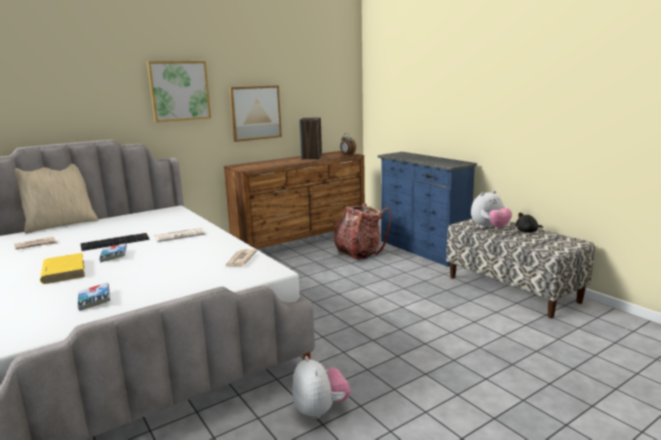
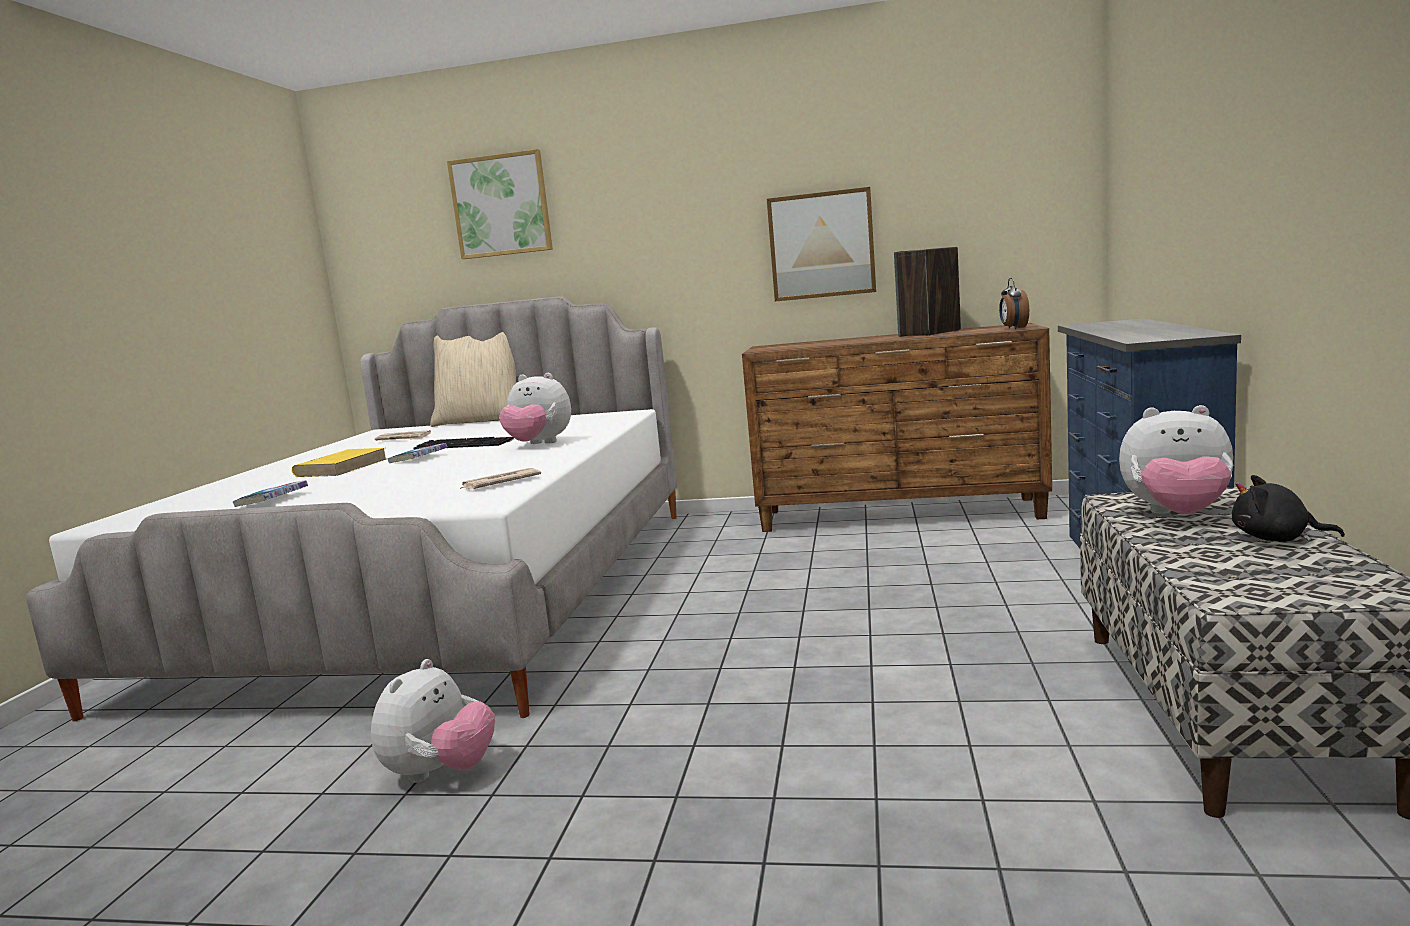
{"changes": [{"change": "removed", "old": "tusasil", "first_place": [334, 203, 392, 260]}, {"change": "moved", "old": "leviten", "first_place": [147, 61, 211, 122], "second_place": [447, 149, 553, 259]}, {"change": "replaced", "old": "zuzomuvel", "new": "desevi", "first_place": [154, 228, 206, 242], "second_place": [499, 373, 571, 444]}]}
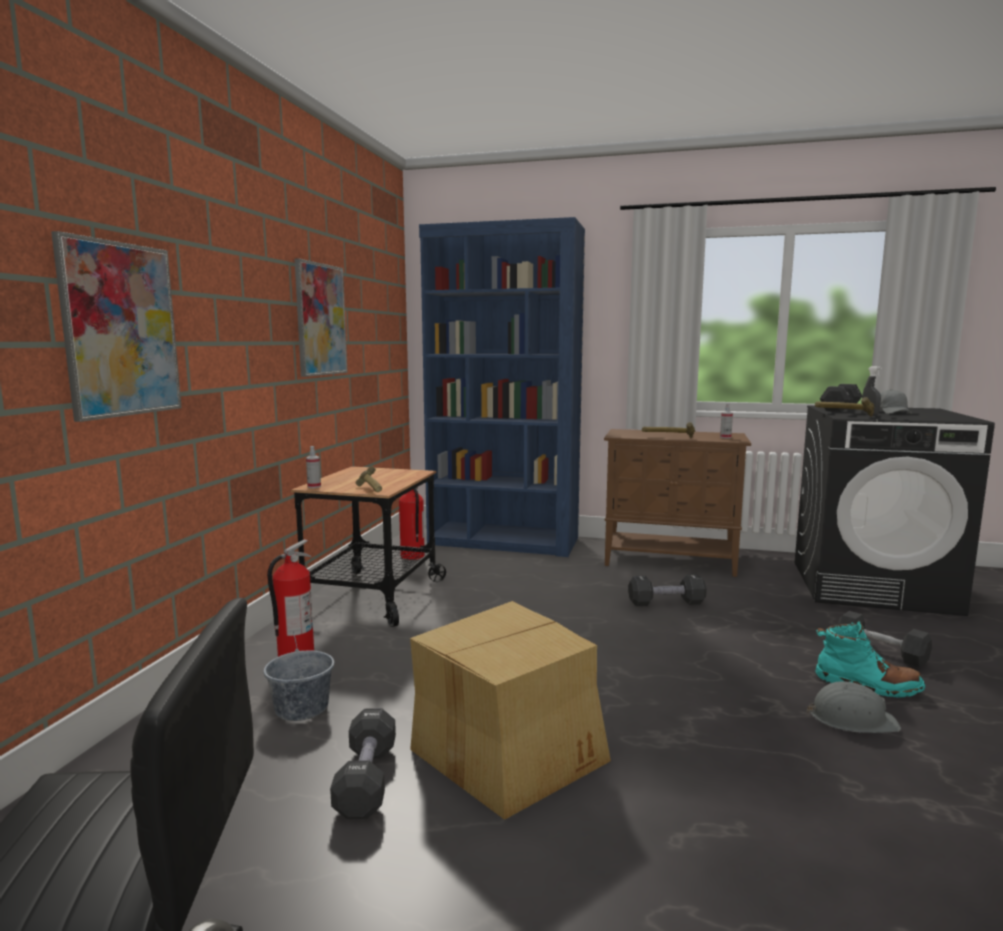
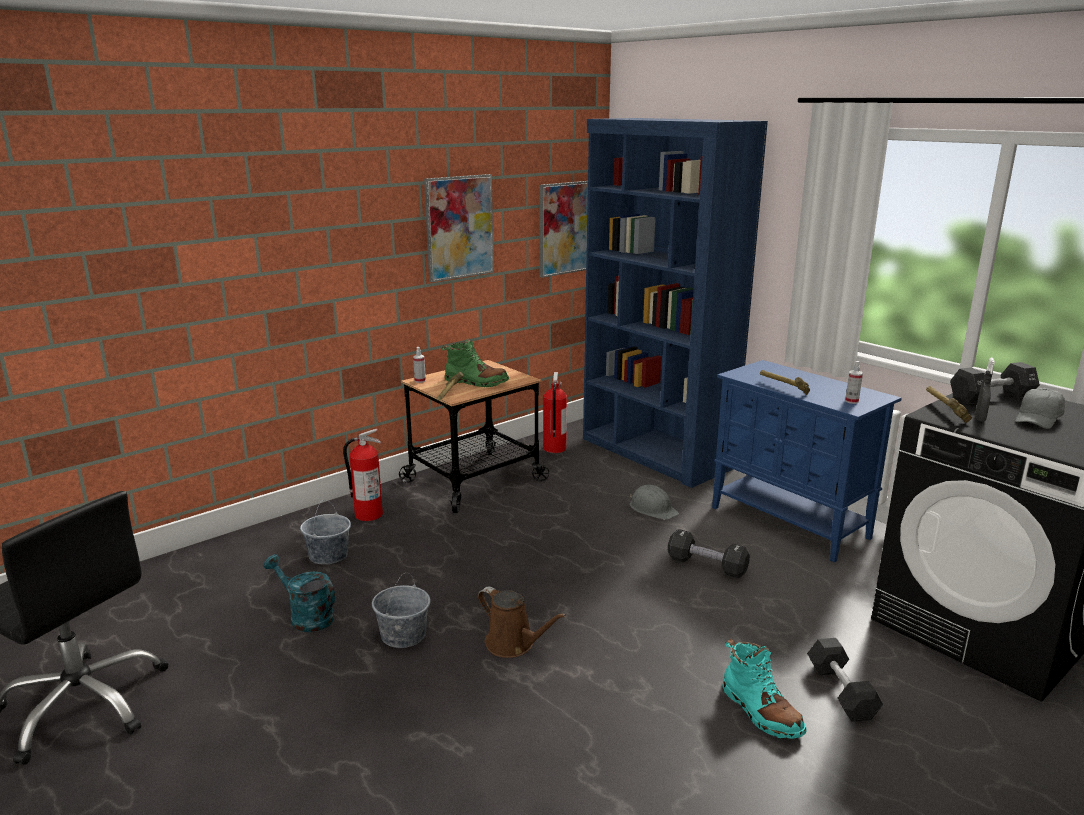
{"changes": [{"change": "added", "new": "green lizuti", "second_place": [441, 339, 509, 387]}, {"change": "added", "new": "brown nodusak", "second_place": [478, 587, 566, 658]}, {"change": "moved", "old": "leviten", "first_place": [51, 231, 182, 422], "second_place": [540, 181, 588, 278]}, {"change": "moved", "old": "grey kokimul", "first_place": [807, 681, 901, 733], "second_place": [630, 485, 679, 520]}, {"change": "replaced", "old": "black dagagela", "new": "turquoise nodusak", "first_place": [330, 708, 396, 819], "second_place": [263, 554, 335, 632]}, {"change": "replaced", "old": "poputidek", "new": "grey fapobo", "first_place": [410, 601, 611, 820], "second_place": [372, 573, 431, 648]}, {"change": "recoloured", "old": "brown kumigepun", "new": "blue kumigepun", "first_place": [604, 429, 751, 577], "second_place": [712, 360, 902, 562]}]}
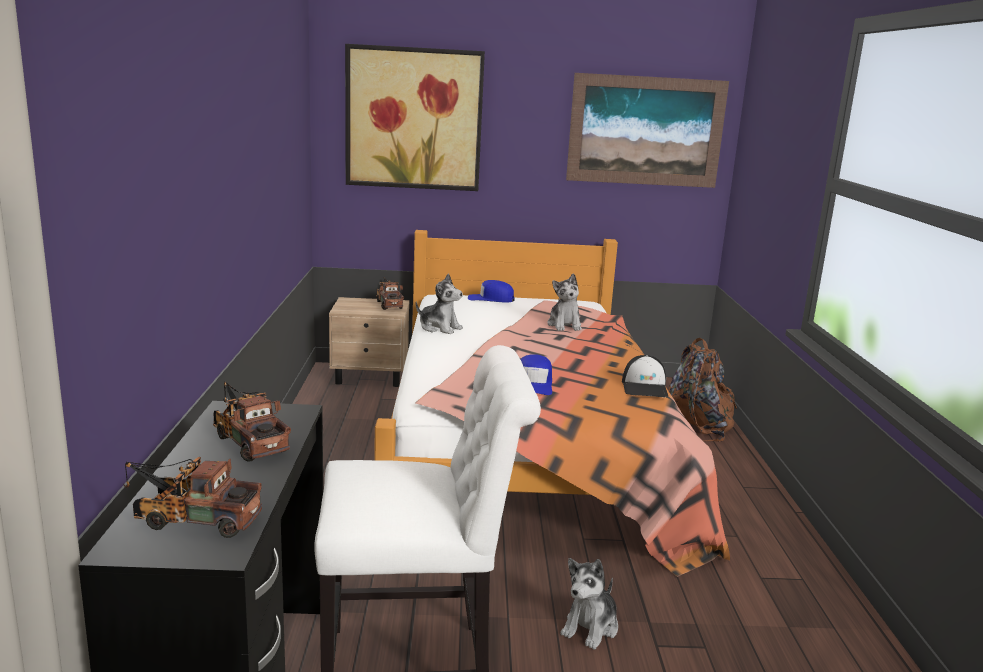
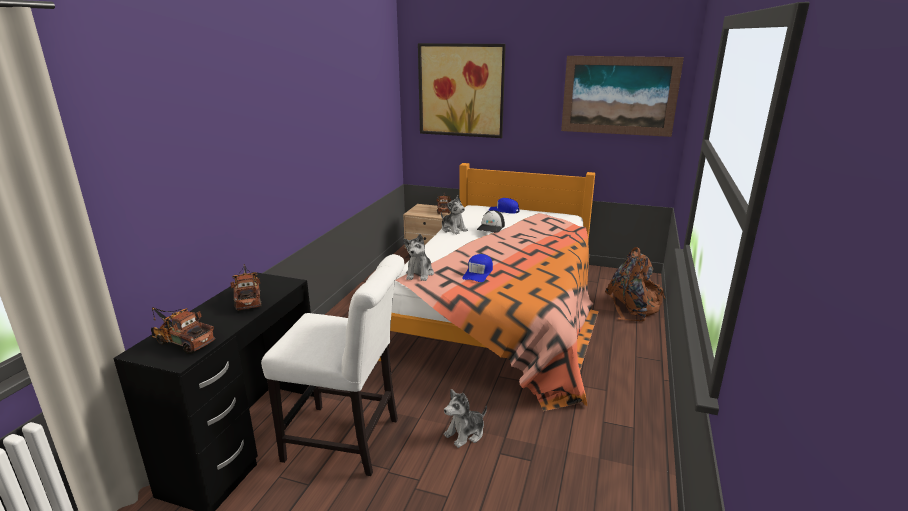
{"changes": [{"change": "moved", "old": "desevi", "first_place": [547, 273, 582, 331], "second_place": [403, 234, 434, 281]}, {"change": "moved", "old": "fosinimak", "first_place": [622, 355, 668, 397], "second_place": [477, 210, 505, 232]}]}
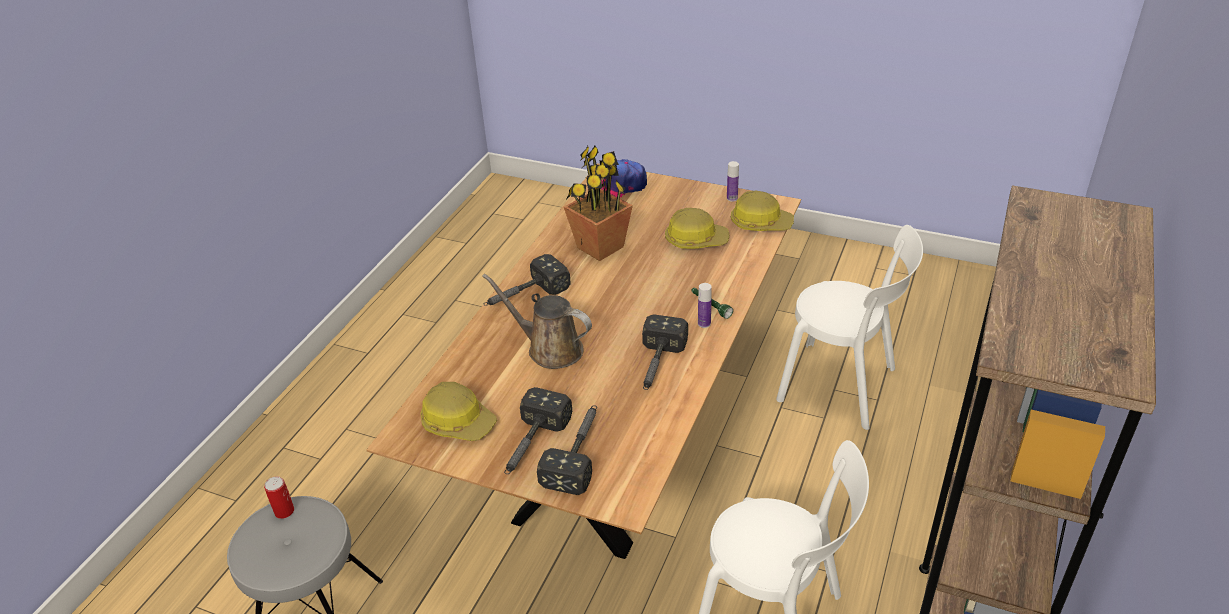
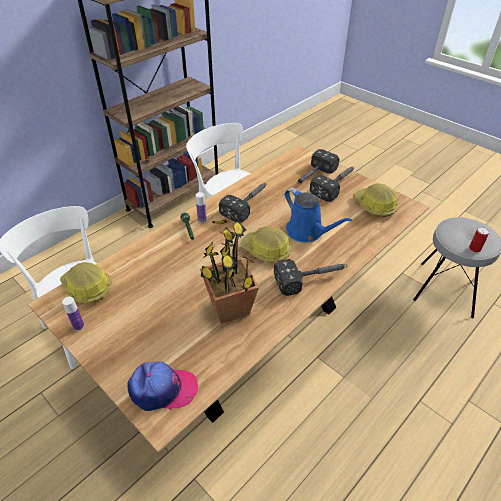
{"changes": [{"change": "moved", "old": "kokimul", "first_place": [665, 208, 729, 249], "second_place": [240, 226, 291, 262]}, {"change": "recoloured", "old": "brown nodusak", "new": "blue nodusak", "first_place": [482, 274, 592, 369], "second_place": [285, 188, 352, 243]}]}
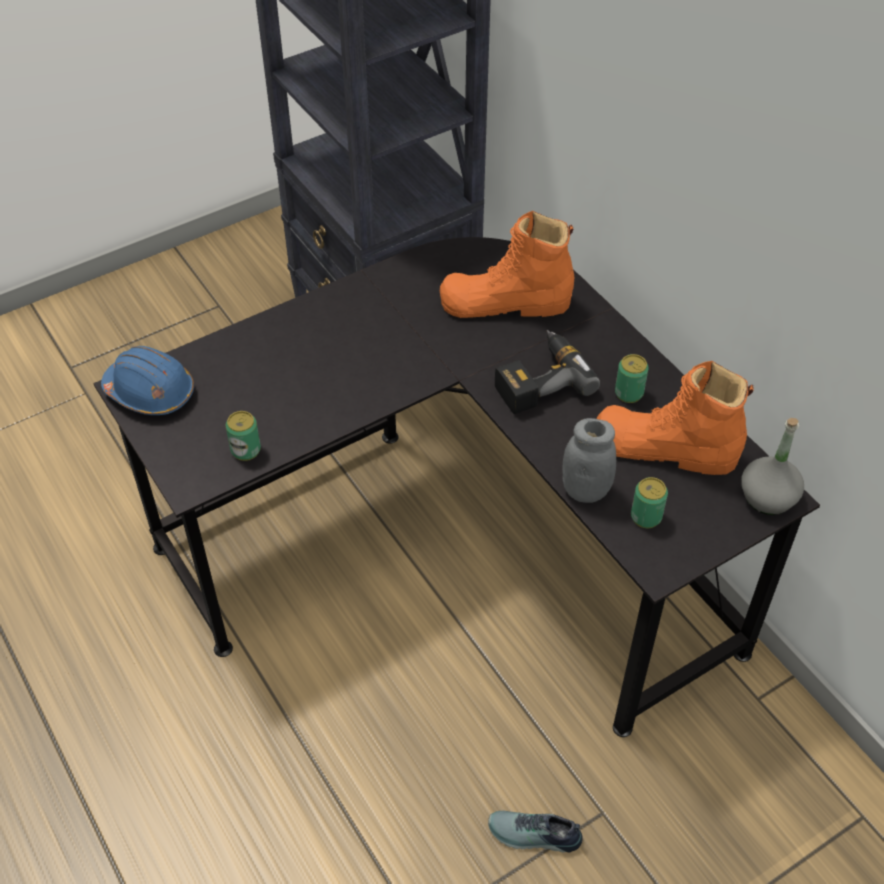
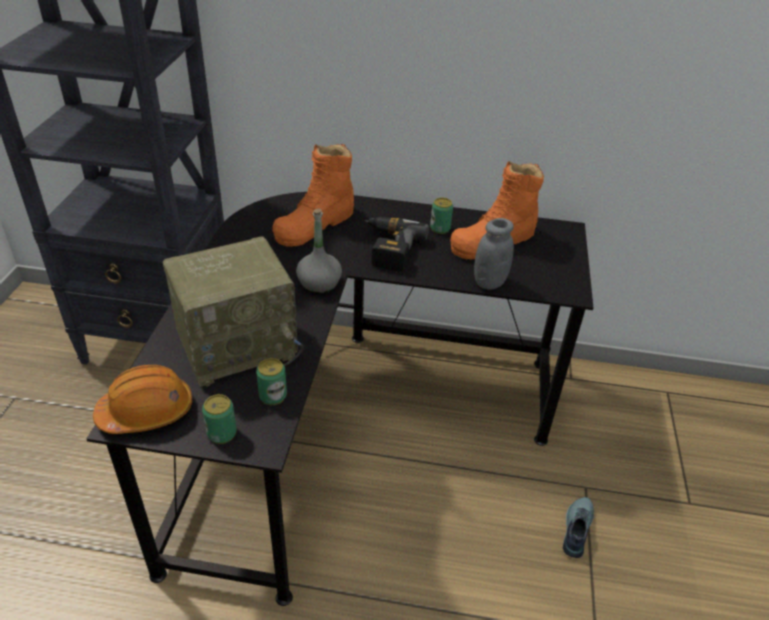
{"changes": [{"change": "added", "new": "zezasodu", "second_place": [163, 237, 304, 387]}, {"change": "moved", "old": "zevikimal", "first_place": [631, 477, 668, 528], "second_place": [202, 394, 237, 444]}, {"change": "moved", "old": "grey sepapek", "first_place": [741, 418, 804, 515], "second_place": [296, 209, 342, 294]}, {"change": "recoloured", "old": "blue kokimul", "new": "orange kokimul", "first_place": [101, 346, 194, 415], "second_place": [93, 365, 192, 434]}, {"change": "turned", "old": "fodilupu", "first_place": [488, 811, 583, 852], "second_place": [563, 497, 594, 558], "degrees": 150}]}
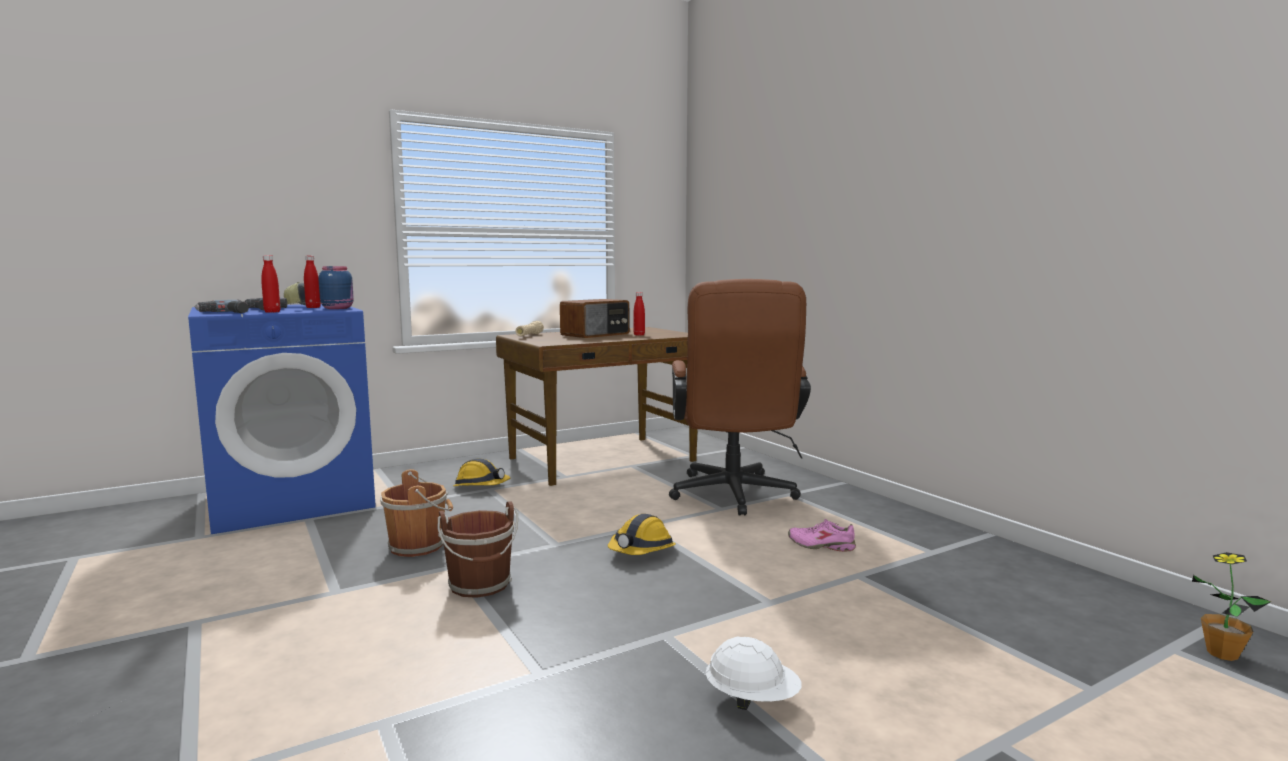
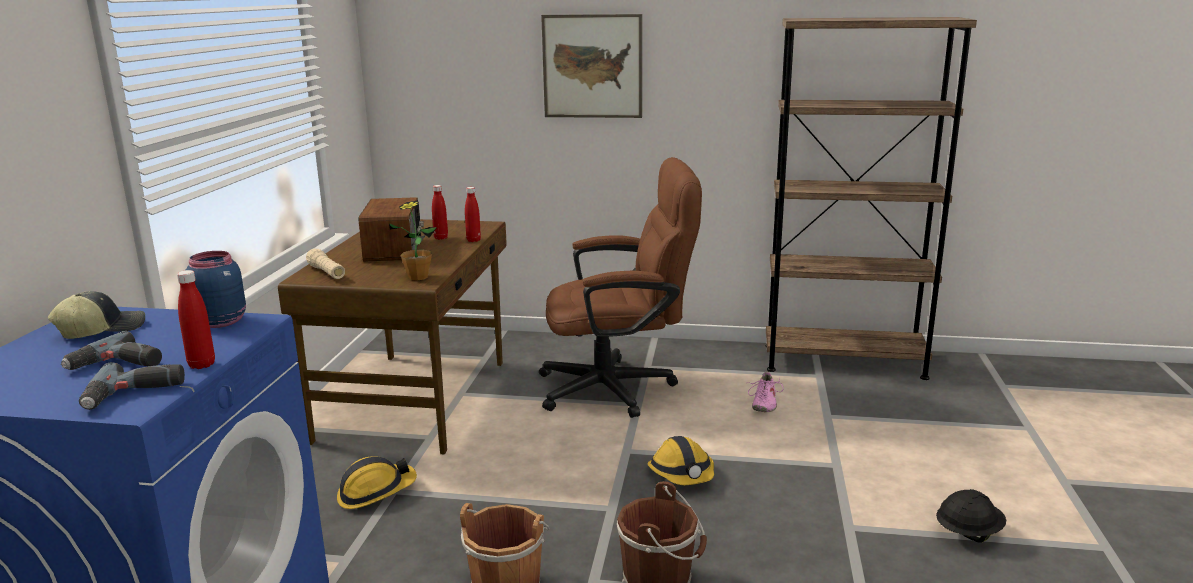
{"changes": [{"change": "added", "new": "leviten", "second_place": [541, 14, 642, 118]}, {"change": "added", "new": "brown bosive", "second_place": [765, 17, 977, 380]}, {"change": "moved", "old": "red sepapek", "first_place": [304, 256, 321, 308], "second_place": [465, 187, 481, 242]}, {"change": "moved", "old": "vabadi", "first_place": [1192, 552, 1271, 661], "second_place": [389, 201, 437, 281]}, {"change": "recoloured", "old": "white kokimul", "new": "black kokimul", "first_place": [706, 636, 802, 710], "second_place": [936, 489, 1006, 543]}, {"change": "turned", "old": "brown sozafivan", "first_place": [669, 279, 811, 515], "second_place": [539, 157, 702, 418], "degrees": -45}, {"change": "turned", "old": "pink fodilupu", "first_place": [788, 519, 856, 551], "second_place": [747, 372, 784, 412], "degrees": -45}]}
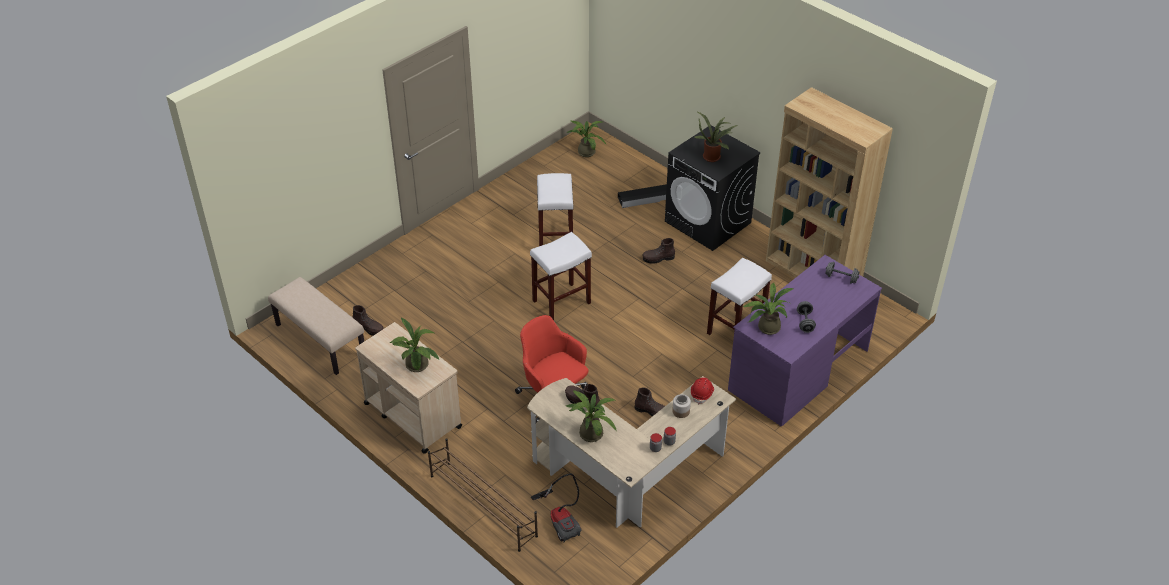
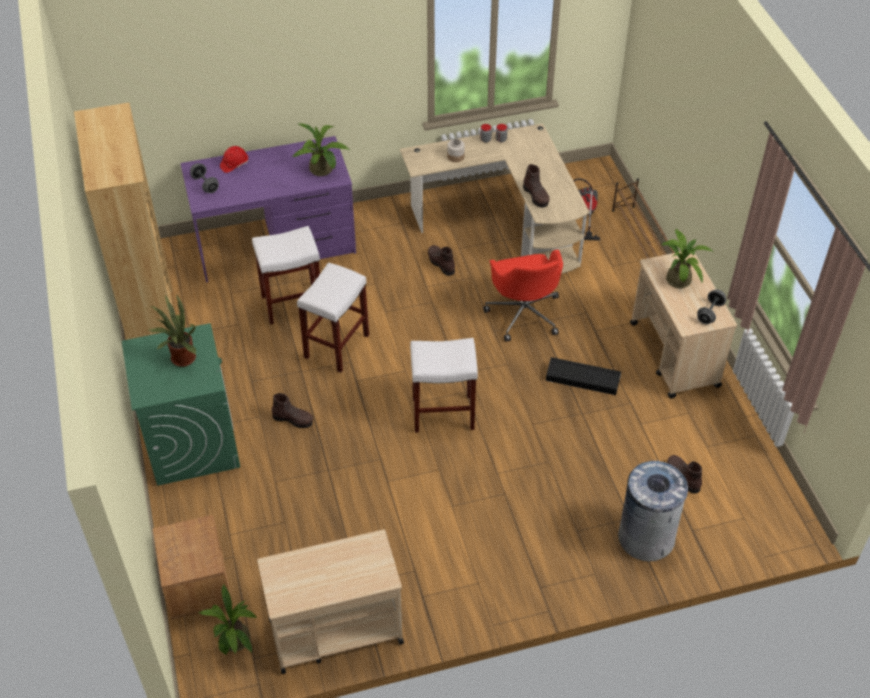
{"changes": [{"change": "removed", "old": "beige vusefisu", "first_place": [268, 277, 364, 375]}, {"change": "removed", "old": "vabadi", "first_place": [566, 390, 617, 442]}, {"change": "added", "new": "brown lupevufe", "second_place": [153, 515, 231, 620]}, {"change": "added", "new": "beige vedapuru", "second_place": [257, 530, 404, 674]}, {"change": "added", "new": "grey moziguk", "second_place": [618, 461, 688, 561]}, {"change": "moved", "old": "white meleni", "first_place": [537, 173, 574, 246], "second_place": [297, 262, 369, 373]}, {"change": "moved", "old": "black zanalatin", "first_place": [618, 184, 667, 208], "second_place": [546, 357, 621, 395]}, {"change": "moved", "old": "red kokimul", "first_place": [691, 377, 714, 404], "second_place": [220, 146, 248, 173]}, {"change": "moved", "old": "grey dagagela", "first_place": [797, 301, 816, 333], "second_place": [697, 289, 726, 324]}, {"change": "recoloured", "old": "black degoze", "new": "green degoze", "first_place": [665, 125, 761, 251], "second_place": [122, 323, 240, 486]}]}
